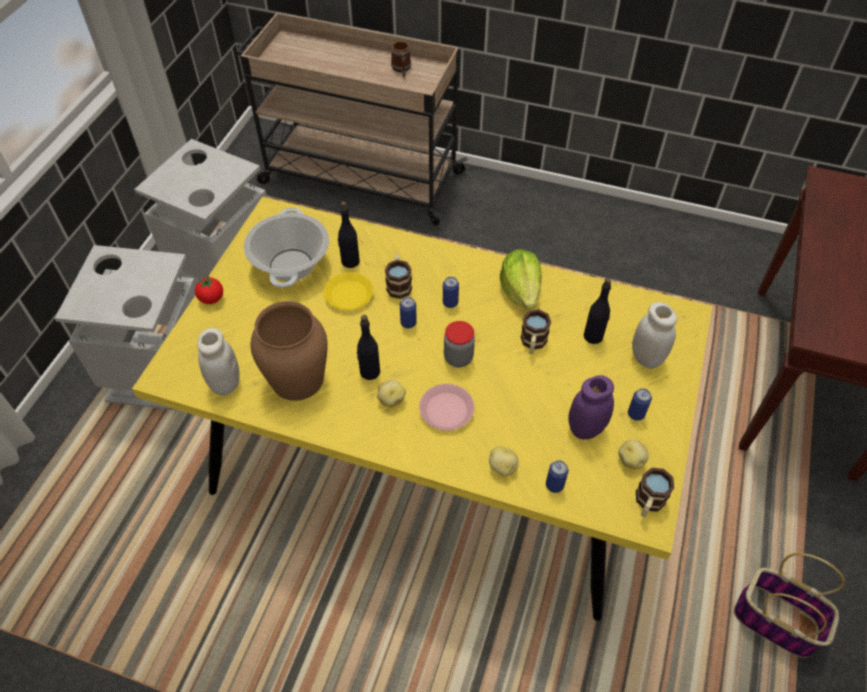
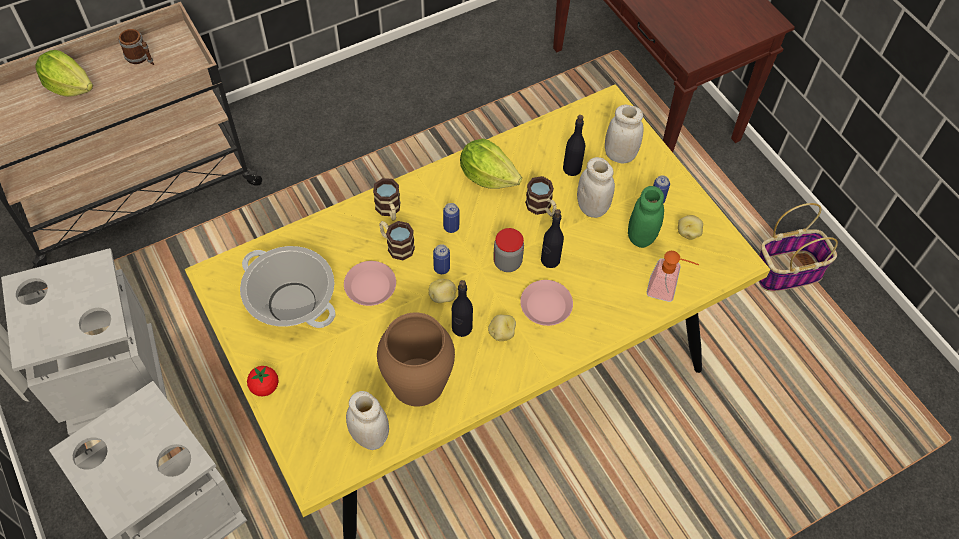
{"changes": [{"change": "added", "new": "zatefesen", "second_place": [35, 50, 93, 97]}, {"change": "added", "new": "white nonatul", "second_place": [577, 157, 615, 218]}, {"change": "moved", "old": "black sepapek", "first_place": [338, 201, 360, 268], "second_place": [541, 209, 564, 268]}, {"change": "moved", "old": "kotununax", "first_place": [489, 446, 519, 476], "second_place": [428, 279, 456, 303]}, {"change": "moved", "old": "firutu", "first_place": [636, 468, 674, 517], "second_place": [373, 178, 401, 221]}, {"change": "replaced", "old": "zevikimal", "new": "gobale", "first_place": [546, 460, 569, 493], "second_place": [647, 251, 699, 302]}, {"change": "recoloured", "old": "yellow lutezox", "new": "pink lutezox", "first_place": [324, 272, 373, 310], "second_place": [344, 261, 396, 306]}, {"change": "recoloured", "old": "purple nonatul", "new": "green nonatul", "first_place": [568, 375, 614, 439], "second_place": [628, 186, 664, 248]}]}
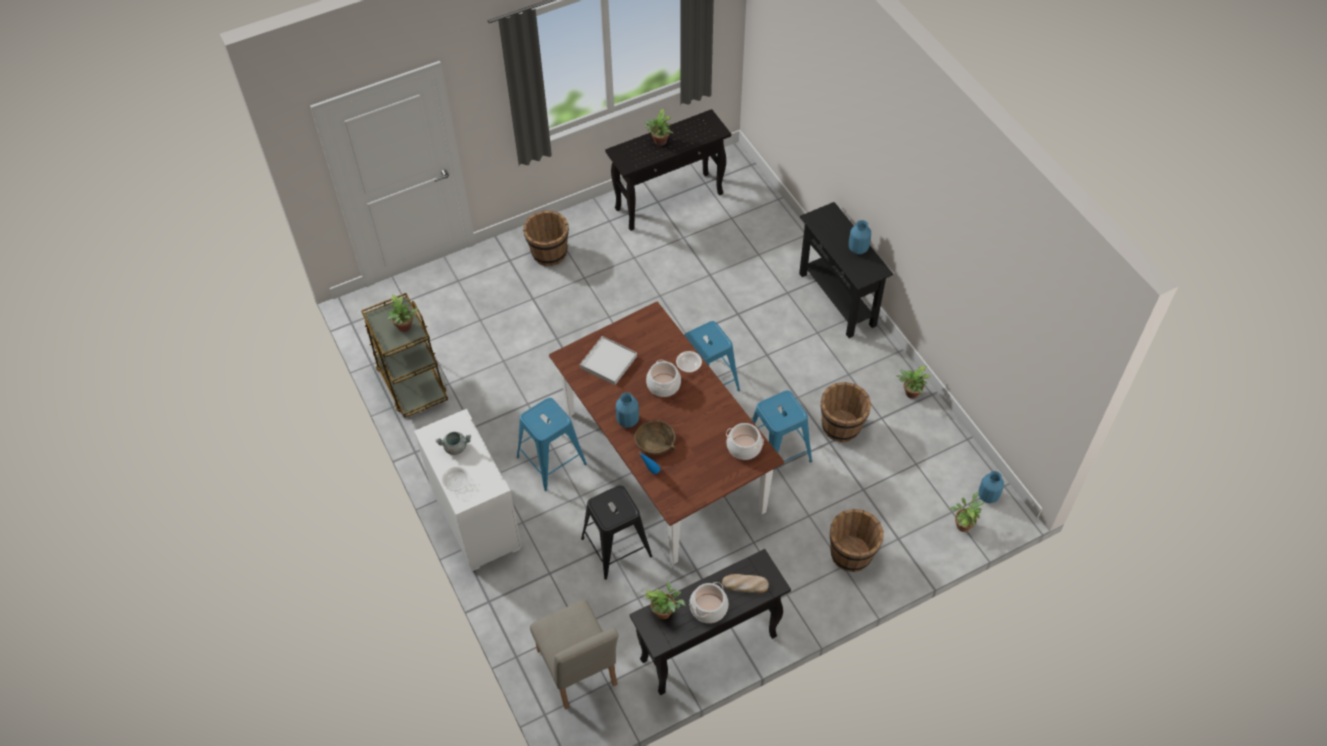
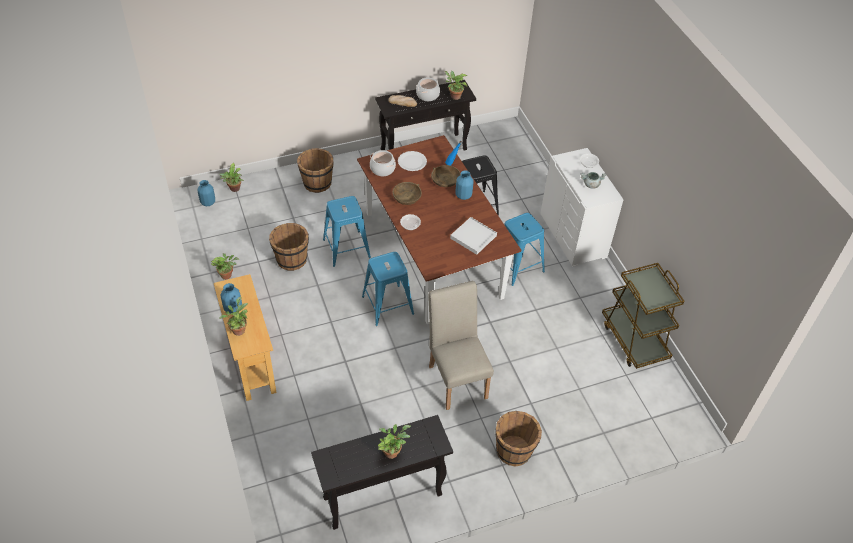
{"changes": [{"change": "removed", "old": "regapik", "first_place": [646, 360, 681, 397]}, {"change": "added", "new": "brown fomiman", "second_place": [392, 182, 422, 205]}, {"change": "added", "new": "white lutezox", "second_place": [398, 151, 427, 171]}, {"change": "moved", "old": "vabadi", "first_place": [387, 295, 419, 332], "second_place": [219, 297, 248, 336]}, {"change": "moved", "old": "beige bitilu", "first_place": [530, 600, 619, 709], "second_place": [428, 281, 494, 410]}, {"change": "recoloured", "old": "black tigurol", "new": "beige tigurol", "first_place": [799, 202, 893, 338], "second_place": [214, 274, 277, 401]}]}
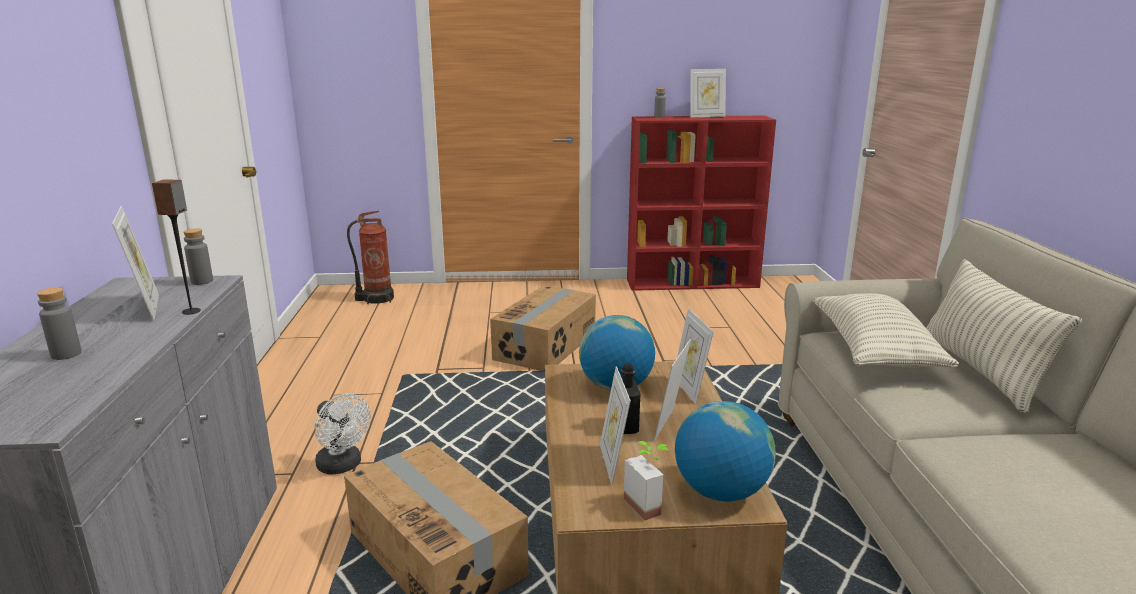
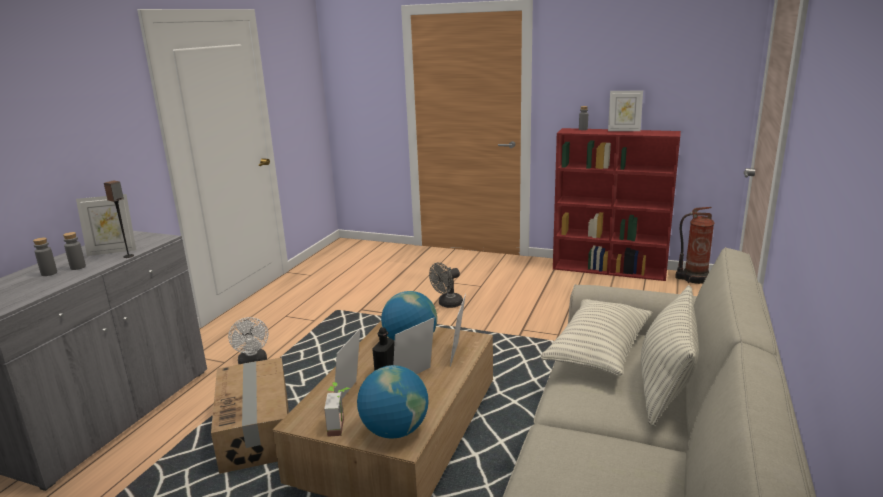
{"changes": [{"change": "moved", "old": "grey sepapek", "first_place": [183, 228, 213, 285], "second_place": [63, 232, 86, 270]}, {"change": "moved", "old": "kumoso", "first_place": [347, 211, 394, 304], "second_place": [675, 207, 714, 284]}, {"change": "replaced", "old": "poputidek", "new": "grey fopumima", "first_place": [490, 285, 596, 371], "second_place": [429, 262, 463, 308]}, {"change": "turned", "old": "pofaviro", "first_place": [112, 206, 159, 321], "second_place": [76, 194, 136, 256], "degrees": 75}]}
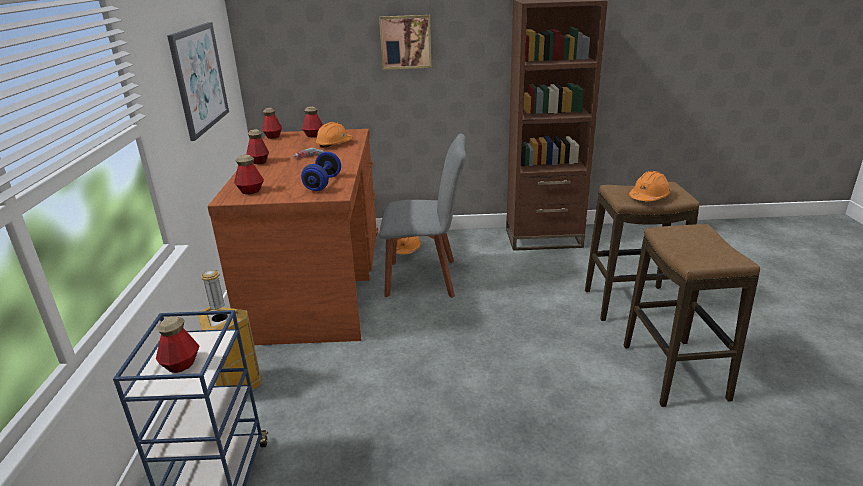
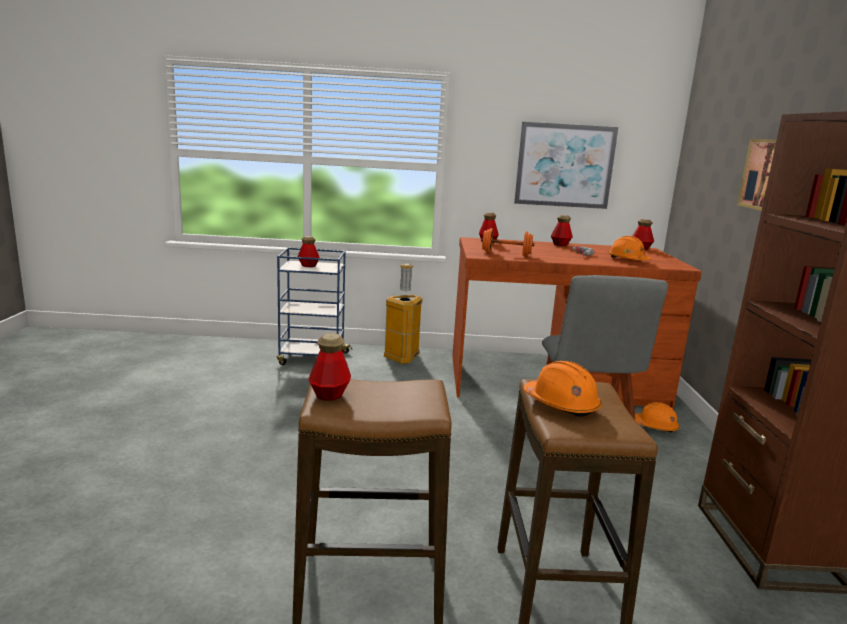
{"changes": [{"change": "moved", "old": "sepapek", "first_place": [302, 107, 323, 137], "second_place": [308, 333, 351, 401]}, {"change": "recoloured", "old": "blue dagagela", "new": "orange dagagela", "first_place": [301, 152, 341, 191], "second_place": [481, 228, 535, 256]}]}
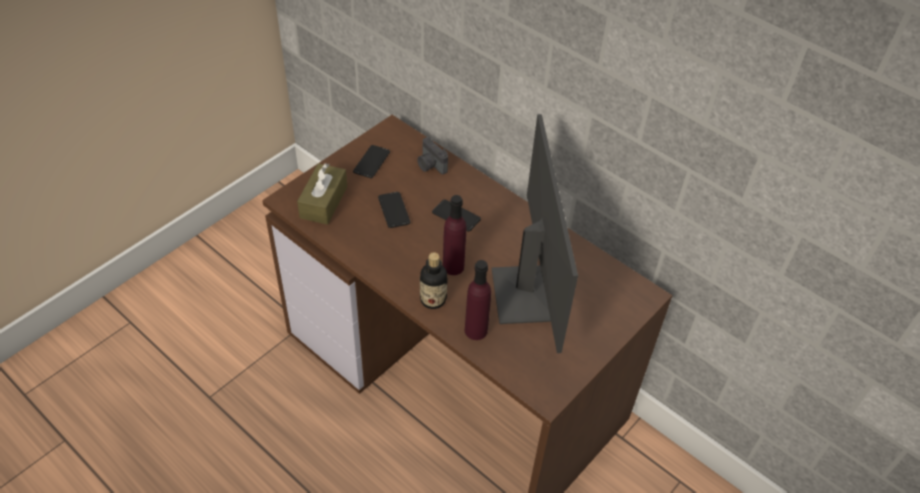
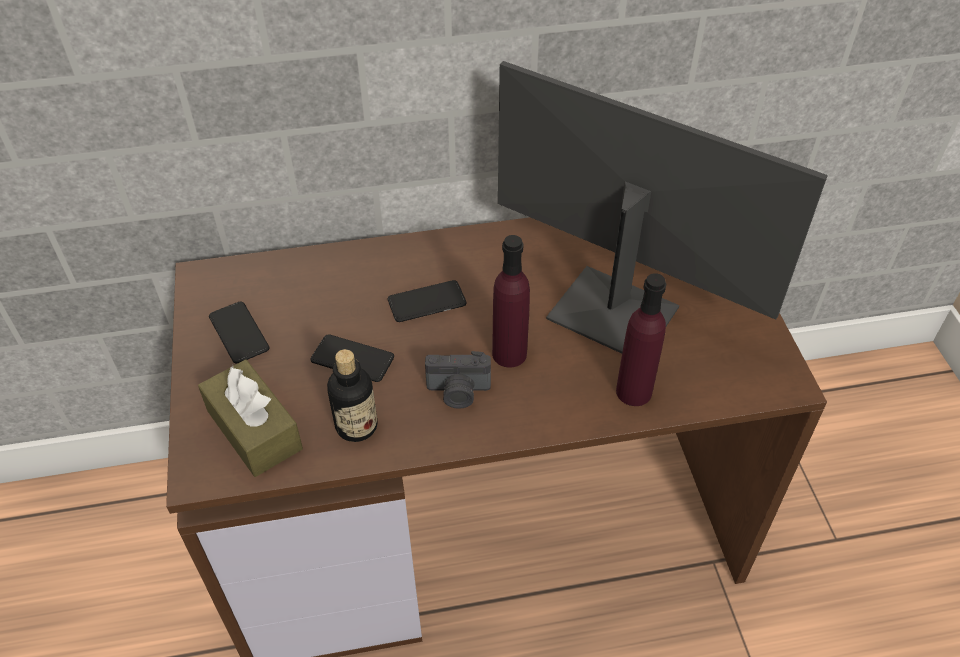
{"changes": [{"change": "moved", "old": "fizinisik", "first_place": [417, 137, 448, 174], "second_place": [425, 351, 491, 409]}, {"change": "moved", "old": "sepapek", "first_place": [420, 252, 448, 309], "second_place": [327, 349, 377, 442]}]}
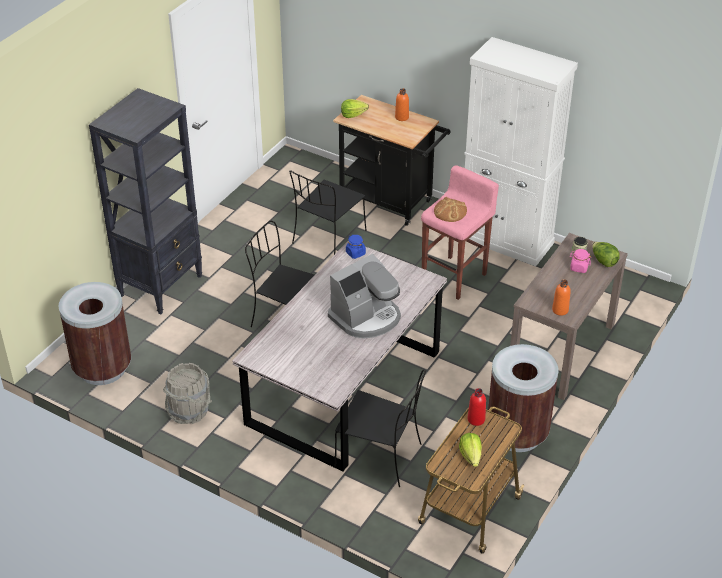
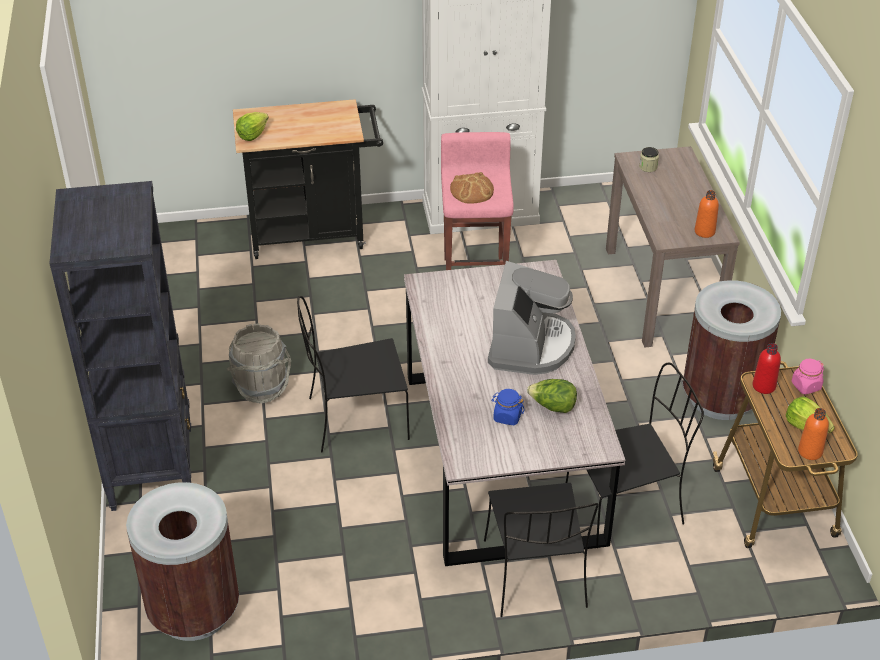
{"changes": [{"change": "moved", "old": "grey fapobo", "first_place": [163, 363, 212, 424], "second_place": [227, 323, 291, 403]}, {"change": "moved", "old": "black bitilu", "first_place": [289, 170, 367, 255], "second_place": [484, 483, 599, 617]}, {"change": "moved", "old": "blue nonatul", "first_place": [346, 235, 366, 259], "second_place": [491, 389, 525, 425]}, {"change": "moved", "old": "orange sepapek", "first_place": [395, 88, 409, 121], "second_place": [798, 408, 829, 460]}, {"change": "moved", "old": "pink nonatul", "first_place": [570, 249, 591, 273], "second_place": [791, 359, 824, 395]}, {"change": "moved", "old": "zatefesen", "first_place": [592, 242, 620, 267], "second_place": [527, 379, 577, 413]}]}
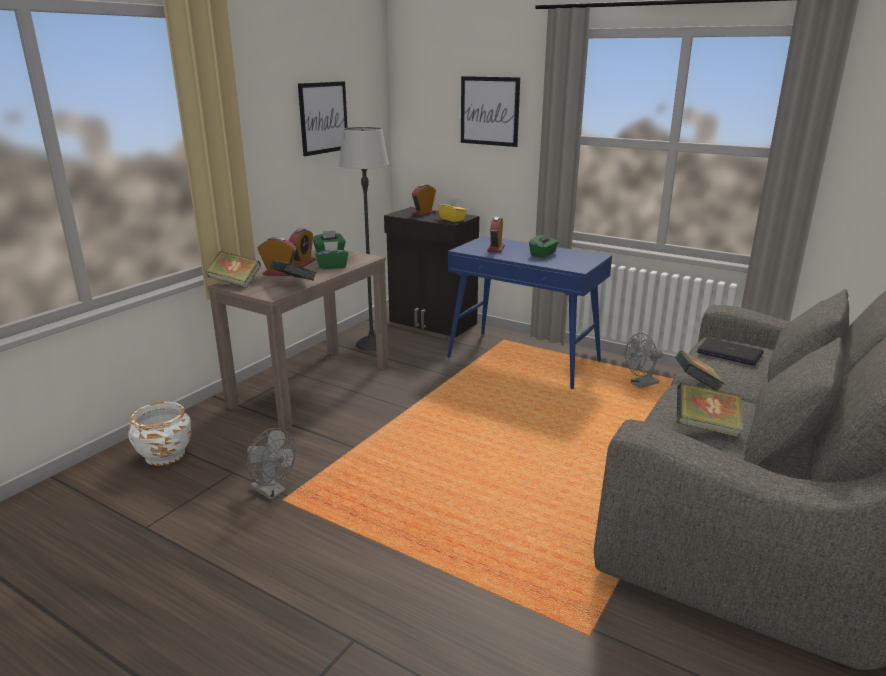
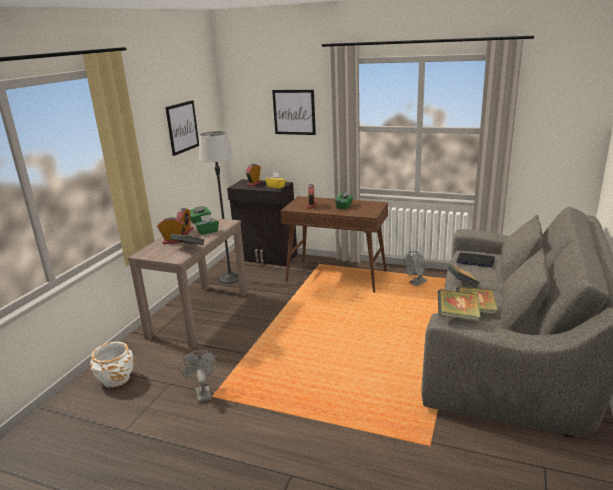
{"changes": [{"change": "moved", "old": "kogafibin", "first_place": [206, 251, 261, 288], "second_place": [438, 289, 481, 321]}, {"change": "recoloured", "old": "blue tigurol", "new": "brown tigurol", "first_place": [447, 236, 612, 389], "second_place": [281, 196, 388, 293]}, {"change": "turned", "old": "grey fopumima", "first_place": [247, 428, 296, 500], "second_place": [179, 350, 218, 403], "degrees": -135}]}
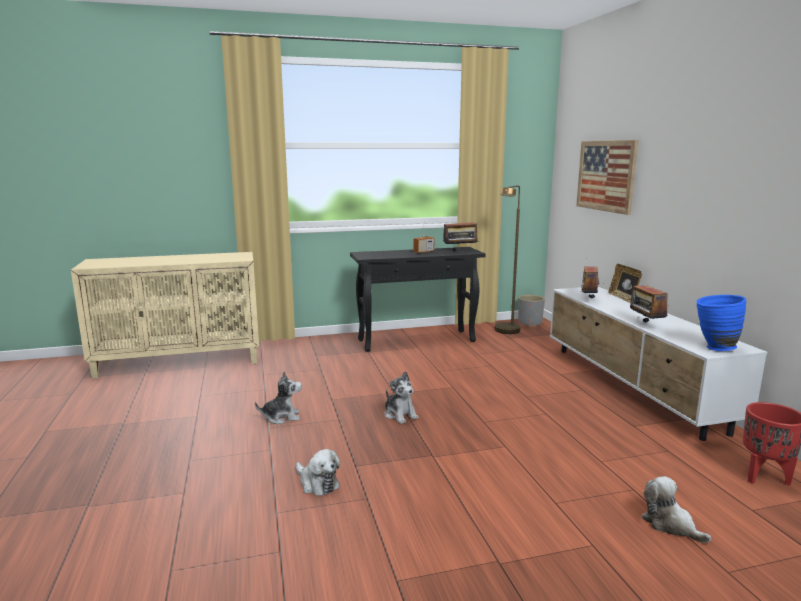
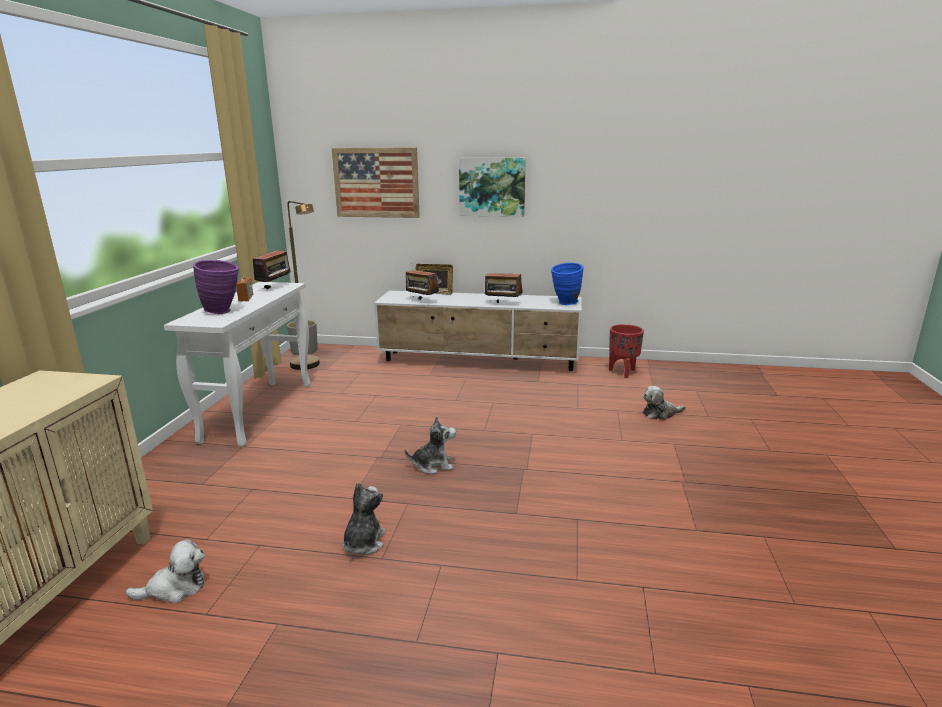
{"changes": [{"change": "added", "new": "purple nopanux", "second_place": [193, 260, 239, 314]}, {"change": "added", "new": "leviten", "second_place": [459, 158, 526, 217]}, {"change": "moved", "old": "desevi", "first_place": [296, 449, 340, 496], "second_place": [125, 539, 204, 604]}, {"change": "recoloured", "old": "black tigurol", "new": "white tigurol", "first_place": [350, 247, 486, 352], "second_place": [164, 282, 311, 447]}]}
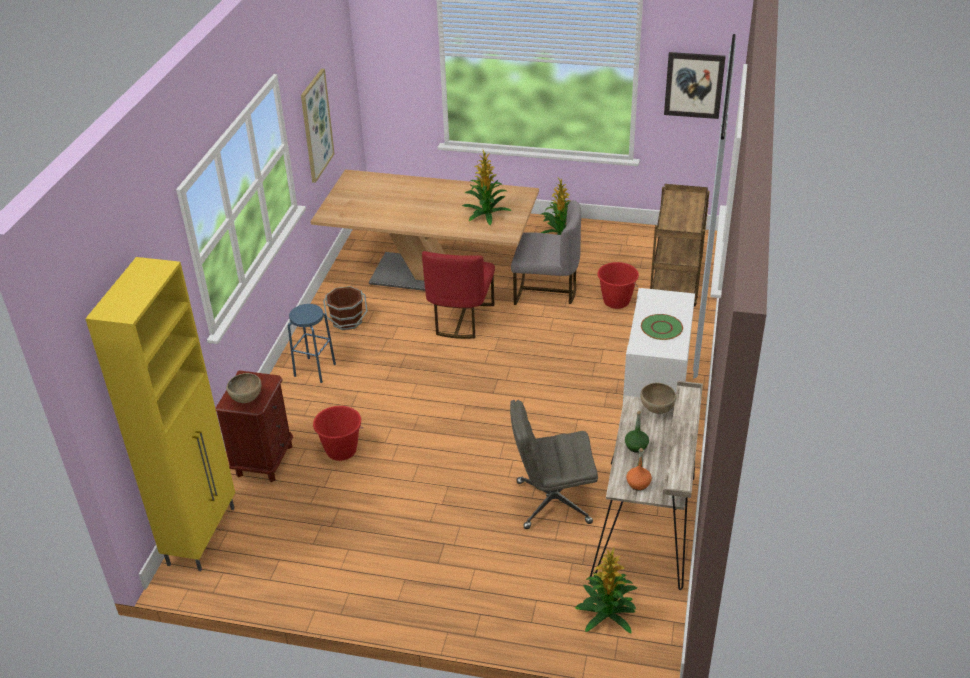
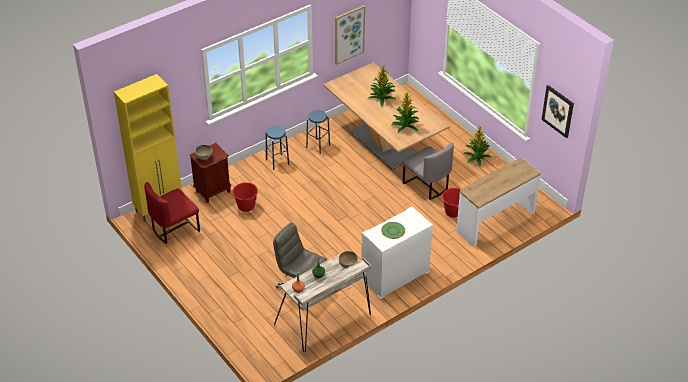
{"changes": [{"change": "moved", "old": "red bitilu", "first_place": [422, 251, 495, 339], "second_place": [144, 182, 200, 244]}, {"change": "moved", "old": "vabadi", "first_place": [575, 547, 637, 634], "second_place": [368, 66, 396, 107]}, {"change": "replaced", "old": "brown fapobo", "new": "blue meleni", "first_place": [323, 286, 368, 330], "second_place": [306, 110, 330, 154]}, {"change": "replaced", "old": "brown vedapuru", "new": "tigurol", "first_place": [650, 184, 710, 307], "second_place": [456, 158, 541, 247]}]}
